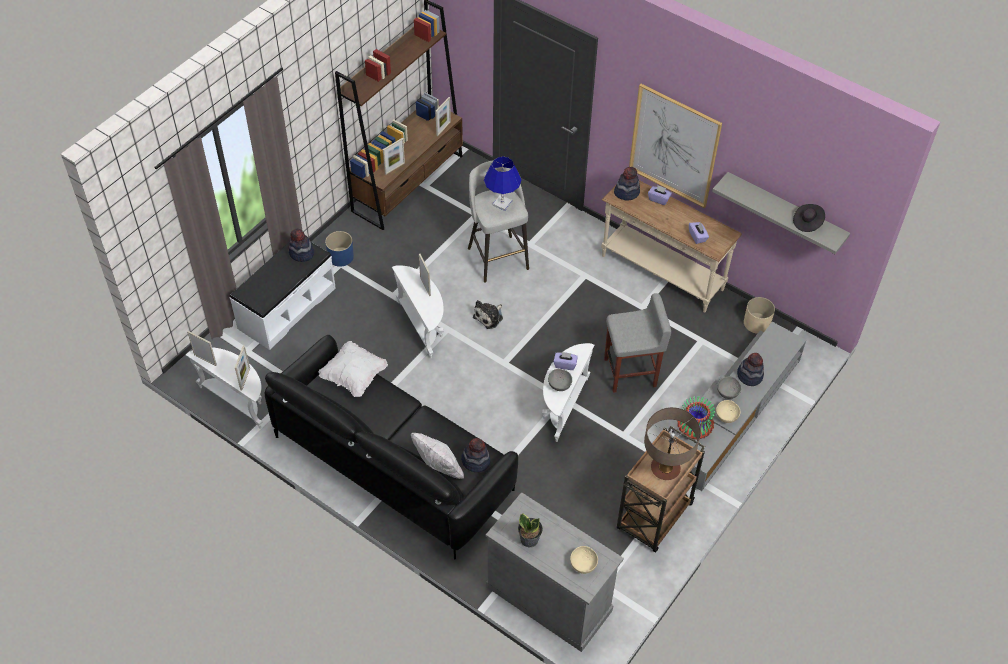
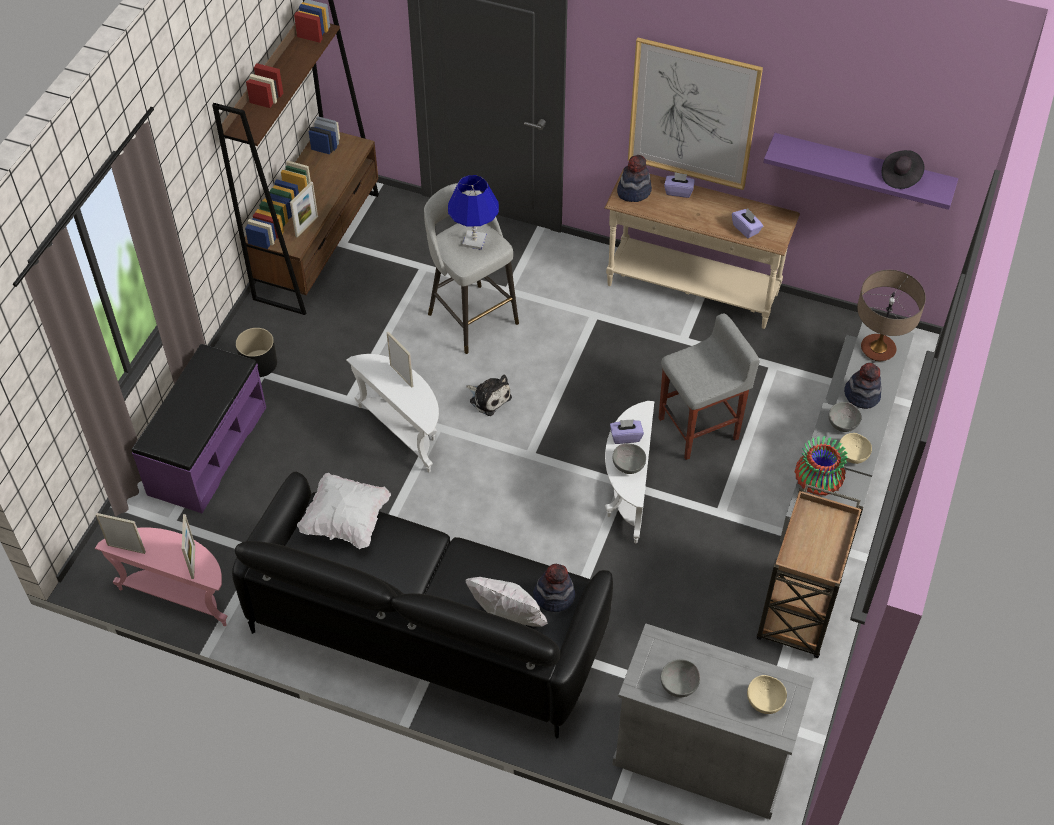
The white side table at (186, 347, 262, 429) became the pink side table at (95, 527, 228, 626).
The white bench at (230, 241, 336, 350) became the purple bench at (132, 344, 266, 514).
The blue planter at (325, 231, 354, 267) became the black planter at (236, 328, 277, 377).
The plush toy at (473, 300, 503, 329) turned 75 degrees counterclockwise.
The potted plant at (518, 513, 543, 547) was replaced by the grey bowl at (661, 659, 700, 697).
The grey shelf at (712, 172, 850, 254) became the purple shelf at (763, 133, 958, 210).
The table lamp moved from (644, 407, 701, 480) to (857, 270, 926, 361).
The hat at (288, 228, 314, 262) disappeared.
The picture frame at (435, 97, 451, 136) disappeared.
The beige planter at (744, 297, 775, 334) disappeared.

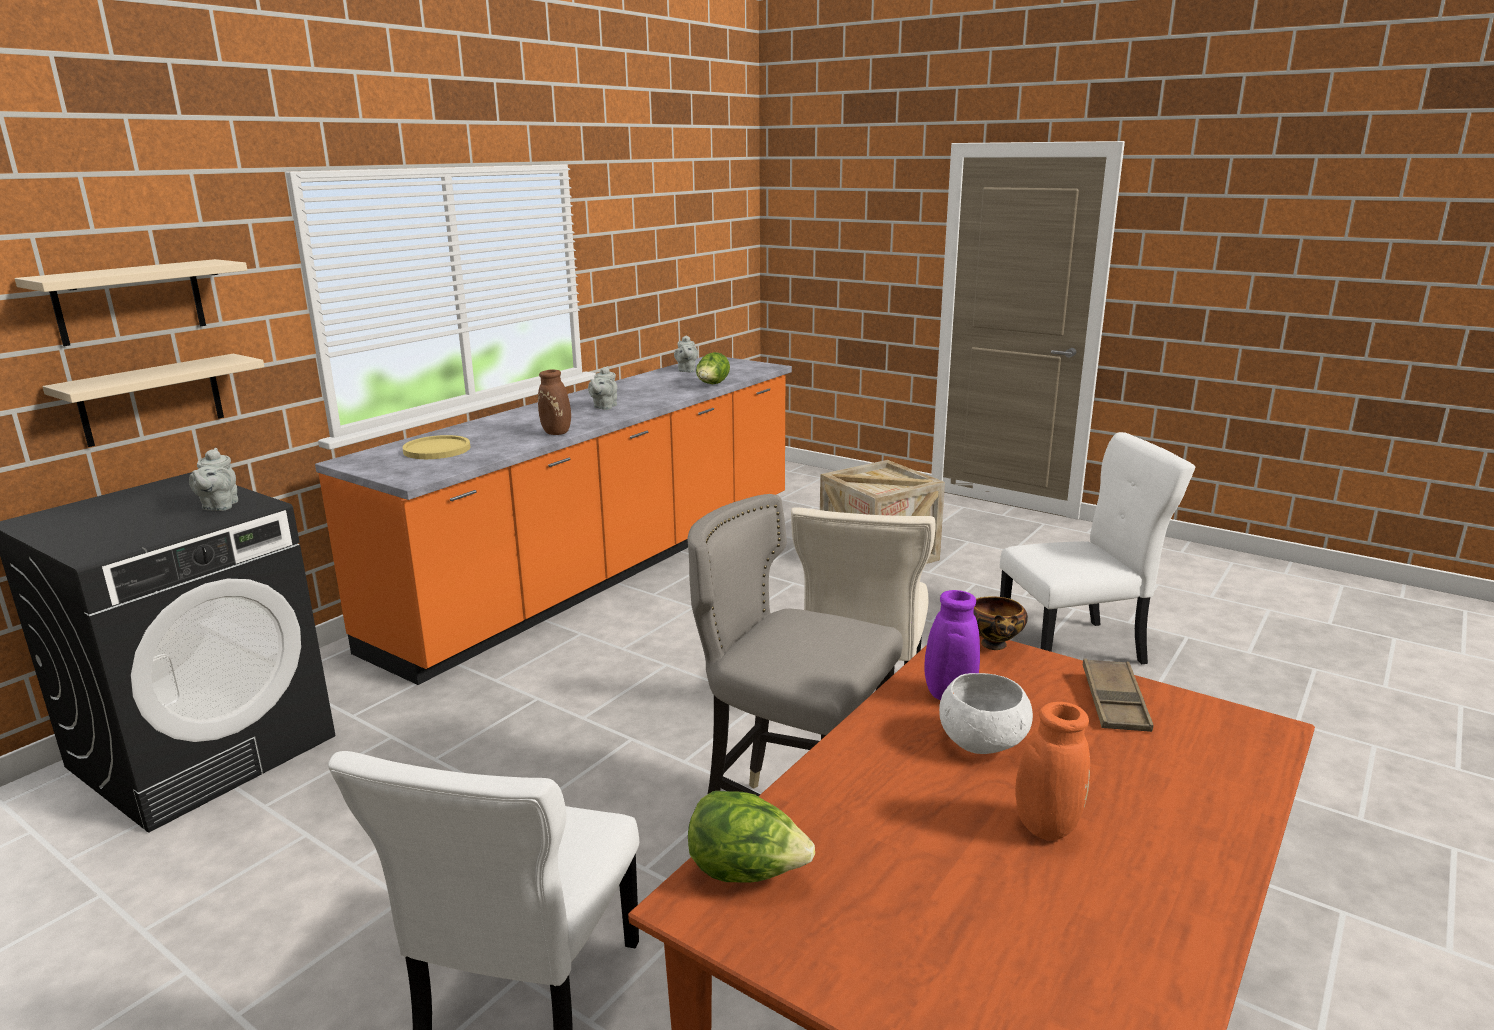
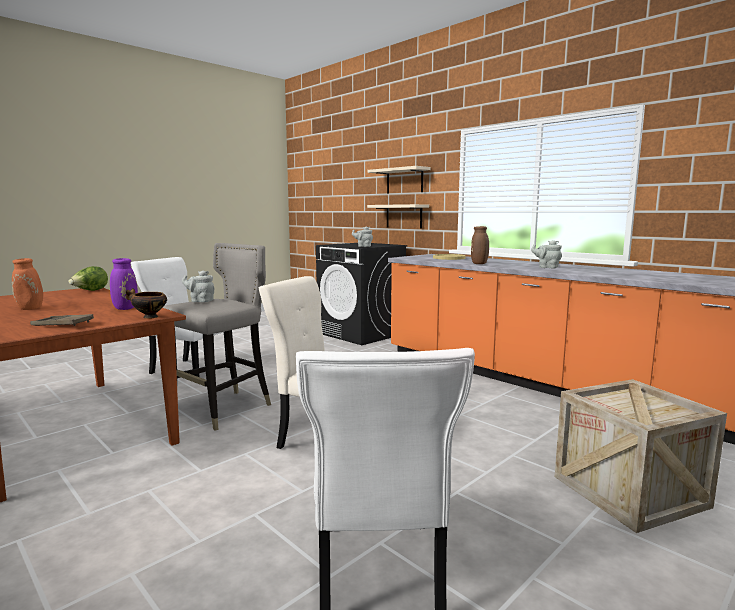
The grey teapot moved from (674, 335, 698, 372) to (182, 270, 214, 303).
The lettuce at (696, 352, 730, 384) disappeared.
The white bowl at (939, 673, 1033, 754) disappeared.

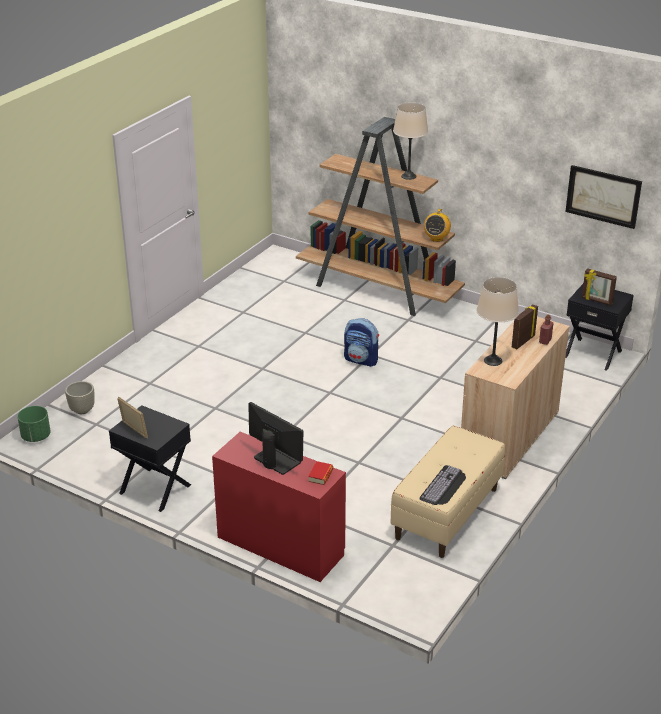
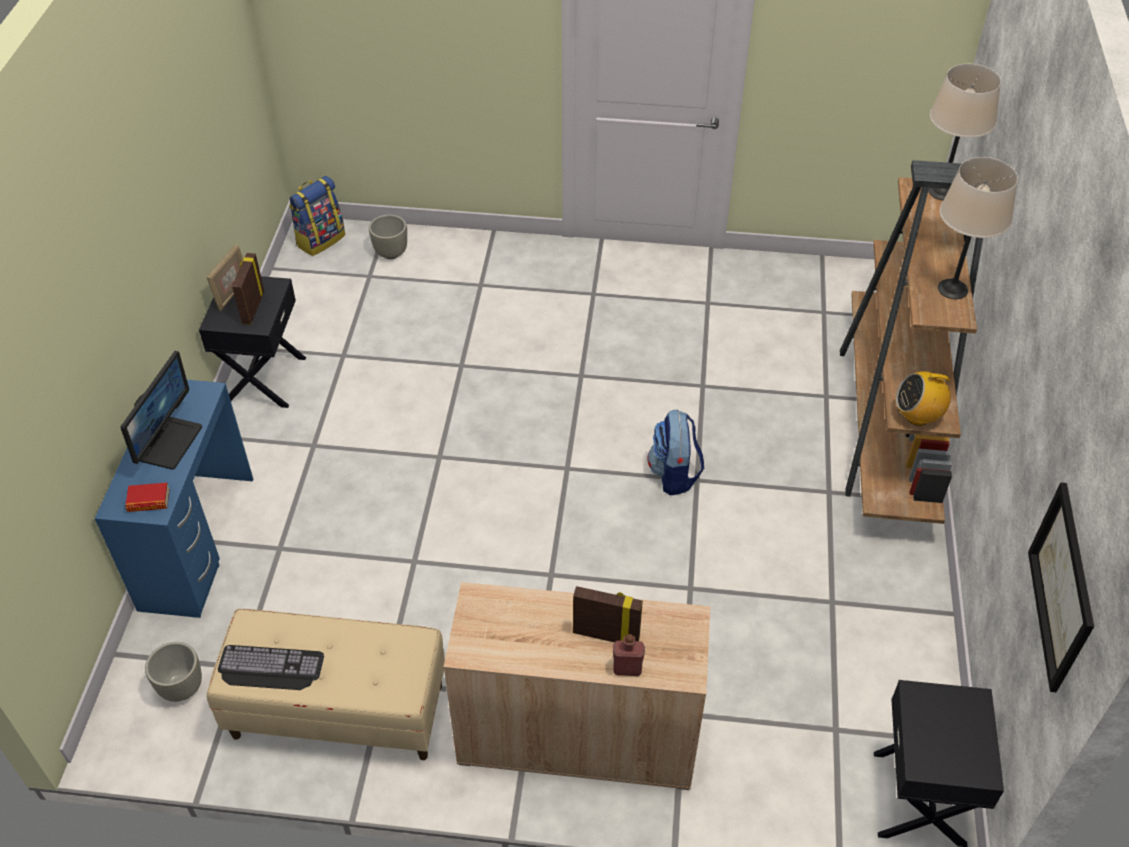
The red desk at (212, 432, 346, 582) became the blue desk at (95, 380, 254, 618).
The grey planter at (145, 642, 202, 702) appeared.
The picture frame moved from (582, 268, 617, 306) to (232, 253, 264, 325).
The green planter at (17, 406, 51, 442) was replaced by the backpack at (289, 176, 345, 256).
The beige table lamp moved from (476, 277, 519, 366) to (928, 64, 1001, 200).

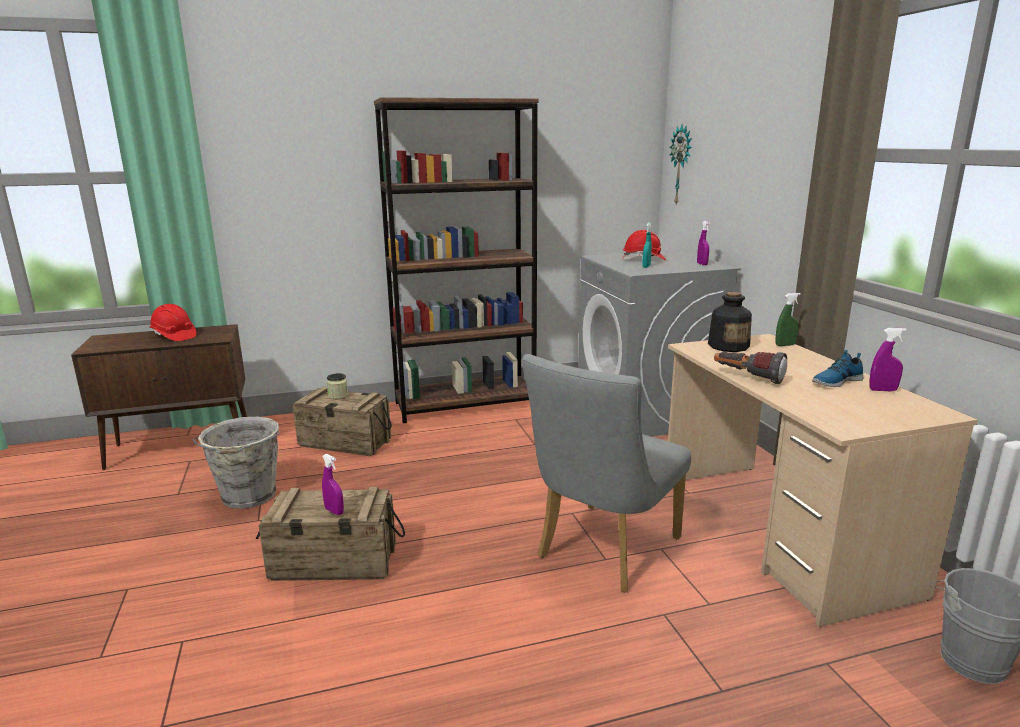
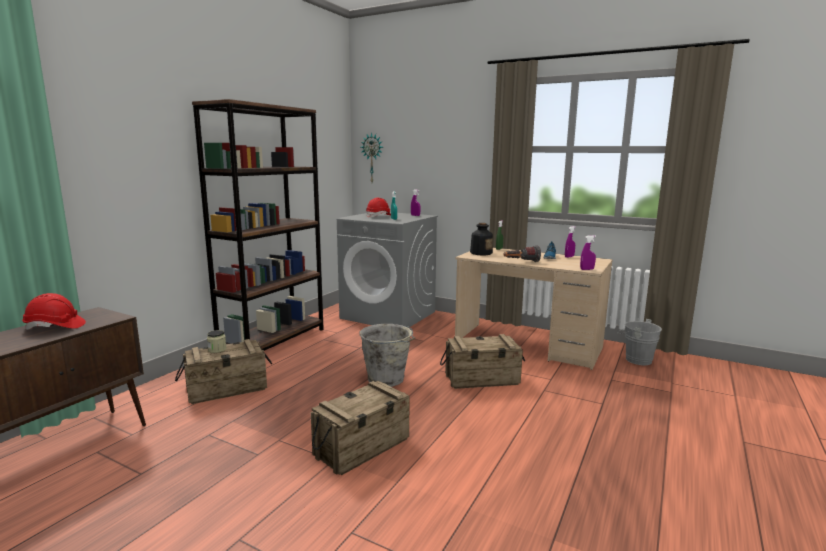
The grey bucket moved from (193, 417, 280, 509) to (360, 324, 415, 387).
The grey chair at (522, 354, 692, 592) was replaced by the crate at (440, 334, 525, 389).
The purple spray bottle moved from (322, 454, 344, 515) to (580, 235, 596, 270).

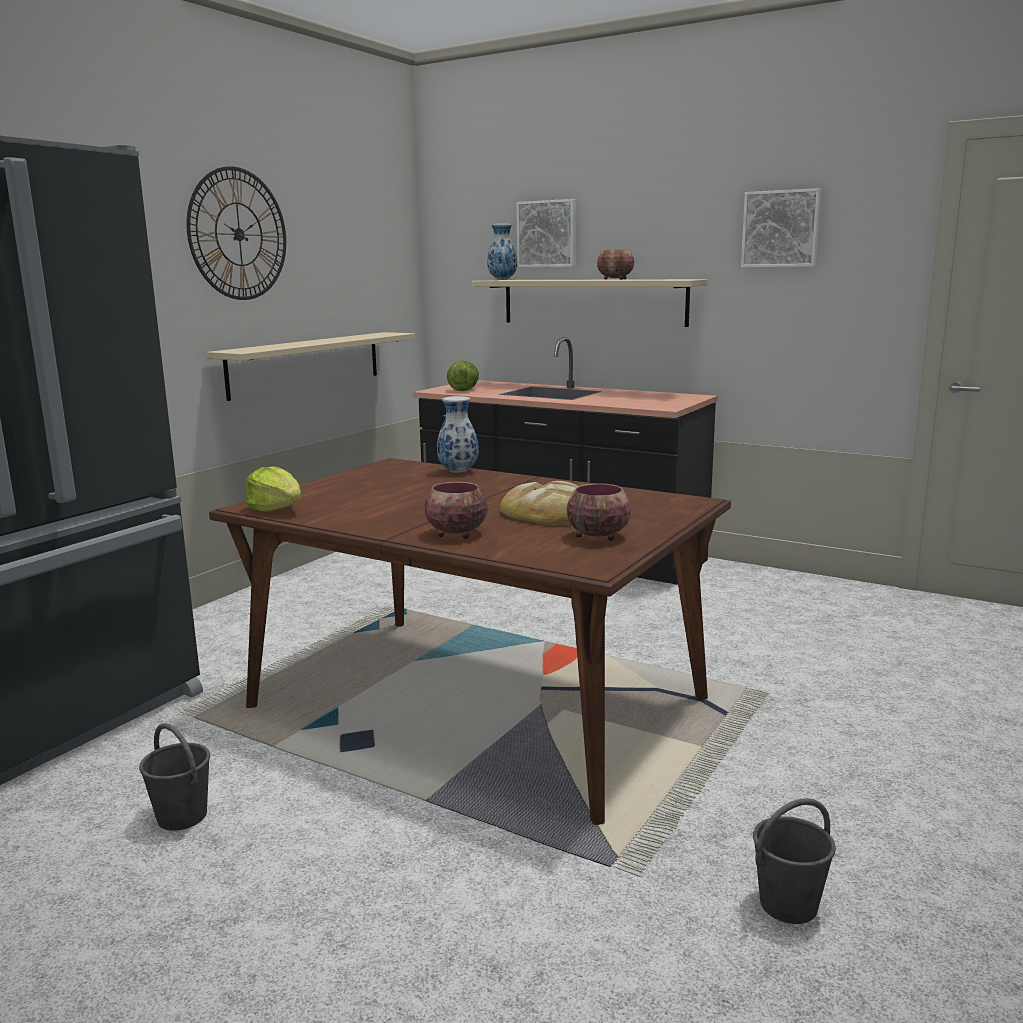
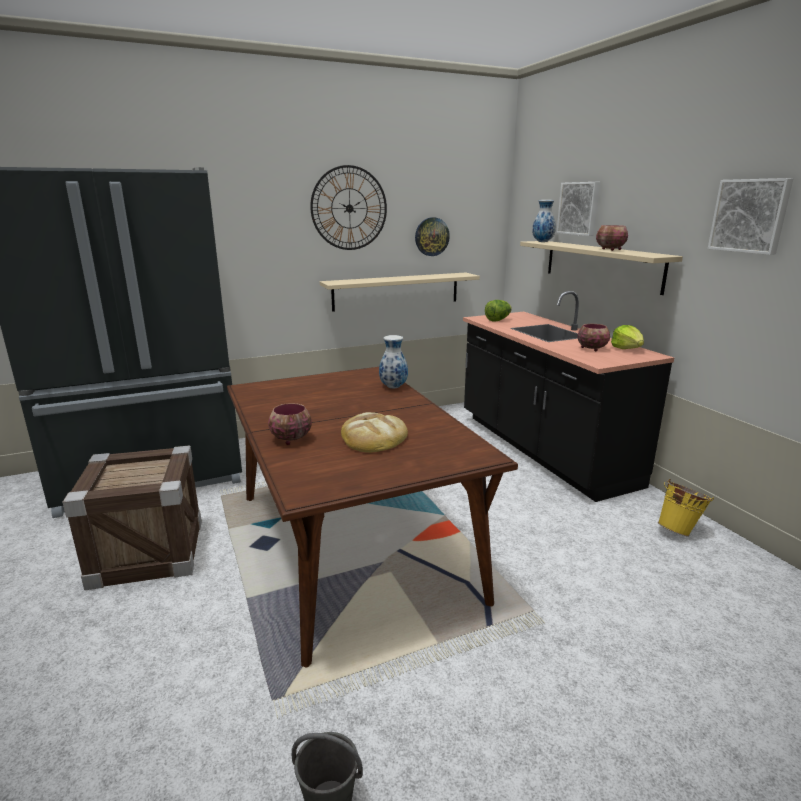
The grey bucket at (139, 723, 210, 831) was replaced by the crate at (62, 445, 202, 590).
The wall clock at (415, 217, 450, 256) appeared.
The bowl moved from (567, 483, 631, 541) to (578, 324, 610, 351).
The lettuce moved from (245, 466, 301, 512) to (611, 325, 644, 349).
The yellow bucket at (658, 479, 714, 537) appeared.

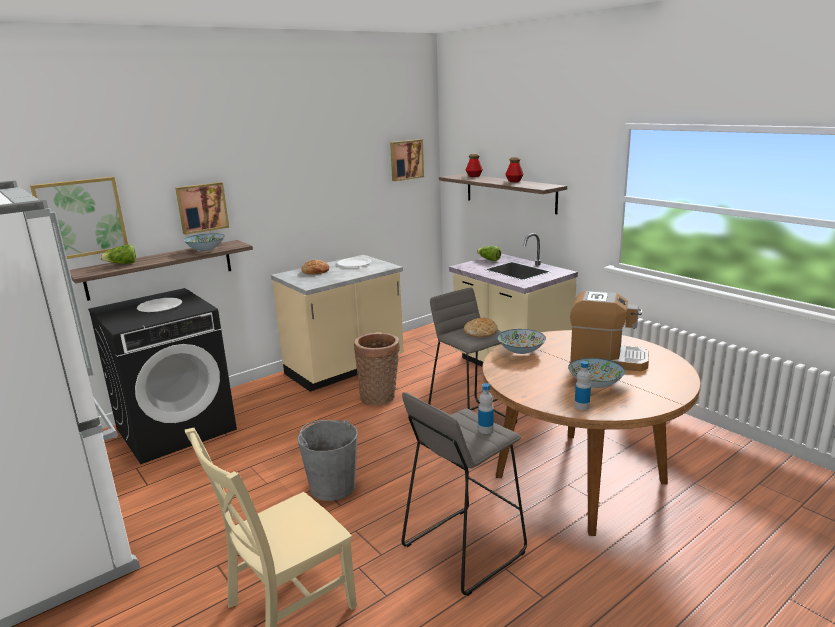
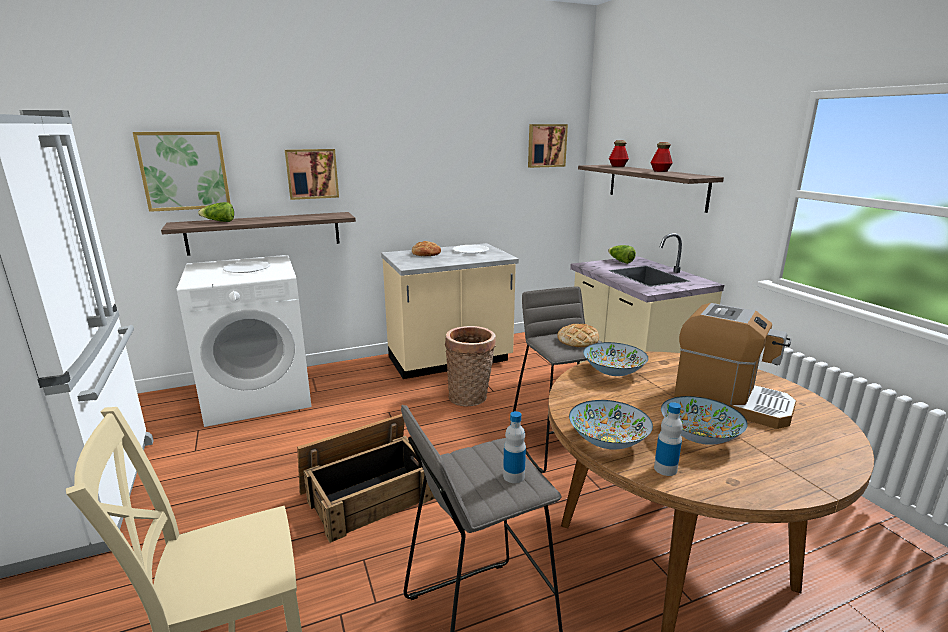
The black washing machine at (88, 288, 237, 464) became the white washing machine at (177, 255, 312, 427).
The grey bucket at (297, 420, 358, 501) was replaced by the crate at (297, 414, 435, 543).
The bowl moved from (183, 233, 225, 251) to (569, 400, 653, 450).

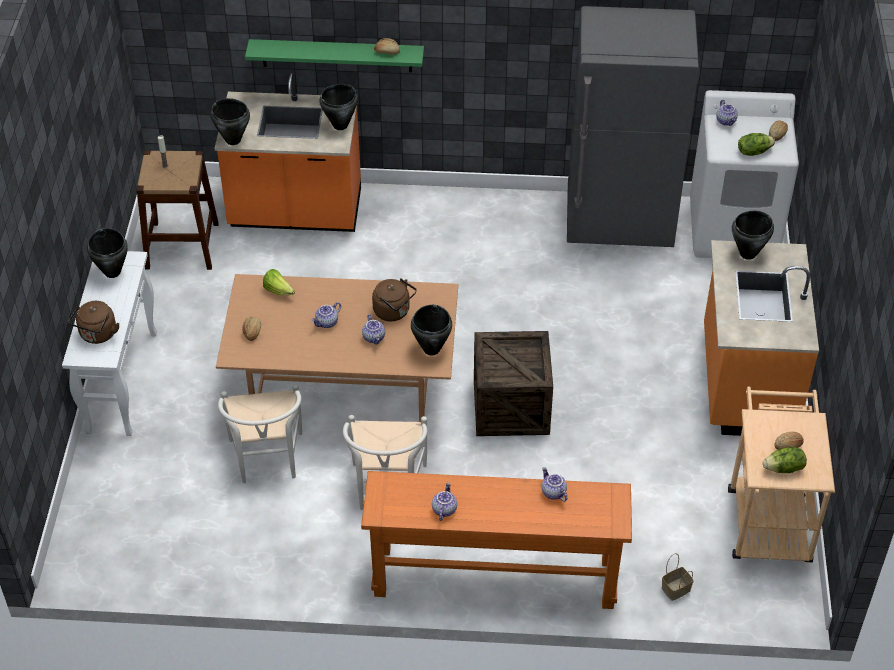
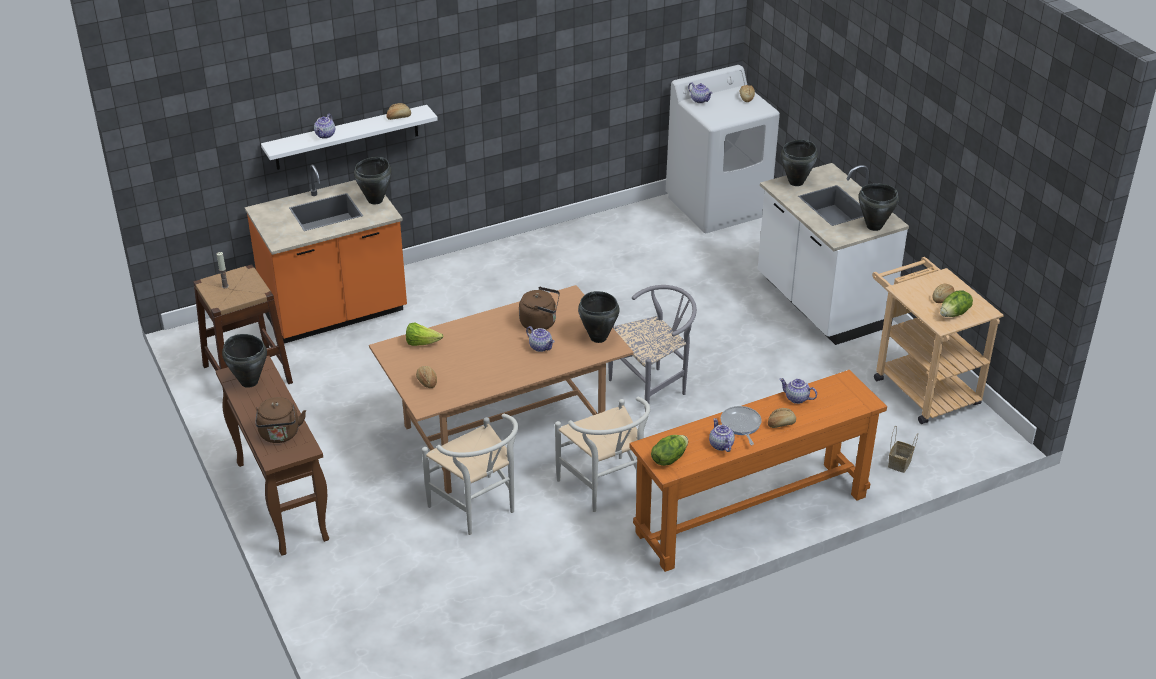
The white console table at (62, 251, 157, 436) became the brown console table at (216, 356, 329, 556).
The green shelf at (245, 39, 424, 72) became the white shelf at (261, 105, 438, 170).
The teapot moved from (311, 302, 341, 328) to (314, 114, 335, 139).
The crate at (474, 331, 553, 436) was replaced by the grey chair at (608, 285, 697, 410).
The lettuce moved from (738, 133, 775, 156) to (651, 435, 688, 466).
The frying pan at (721, 406, 762, 445) appeared.
The orange counter at (704, 240, 819, 436) became the white counter at (758, 163, 909, 345).
The bread at (768, 408, 796, 428) appeared.
The black cooking pot moved from (210, 98, 250, 145) to (858, 183, 899, 231).
The grey fridge at (567, 6, 699, 247) disappeared.

